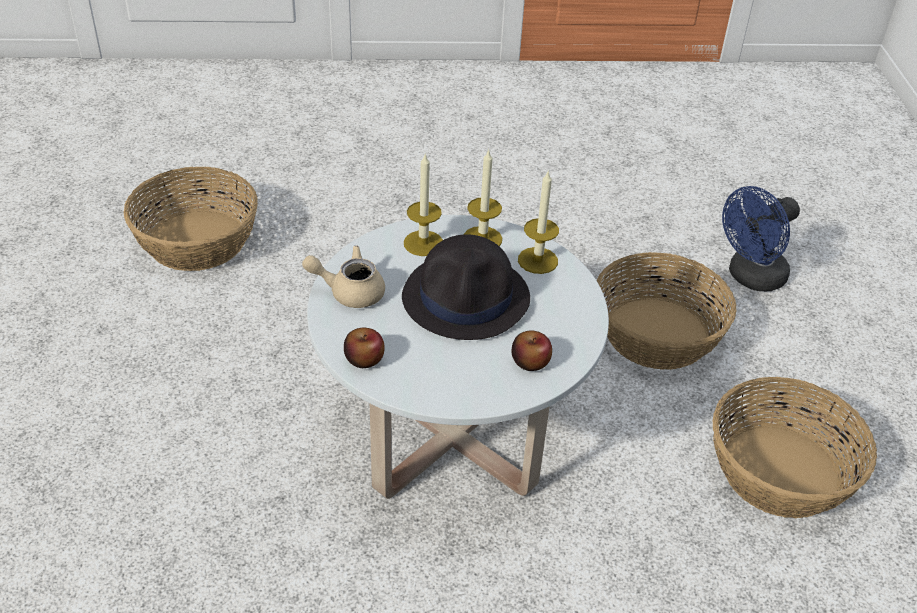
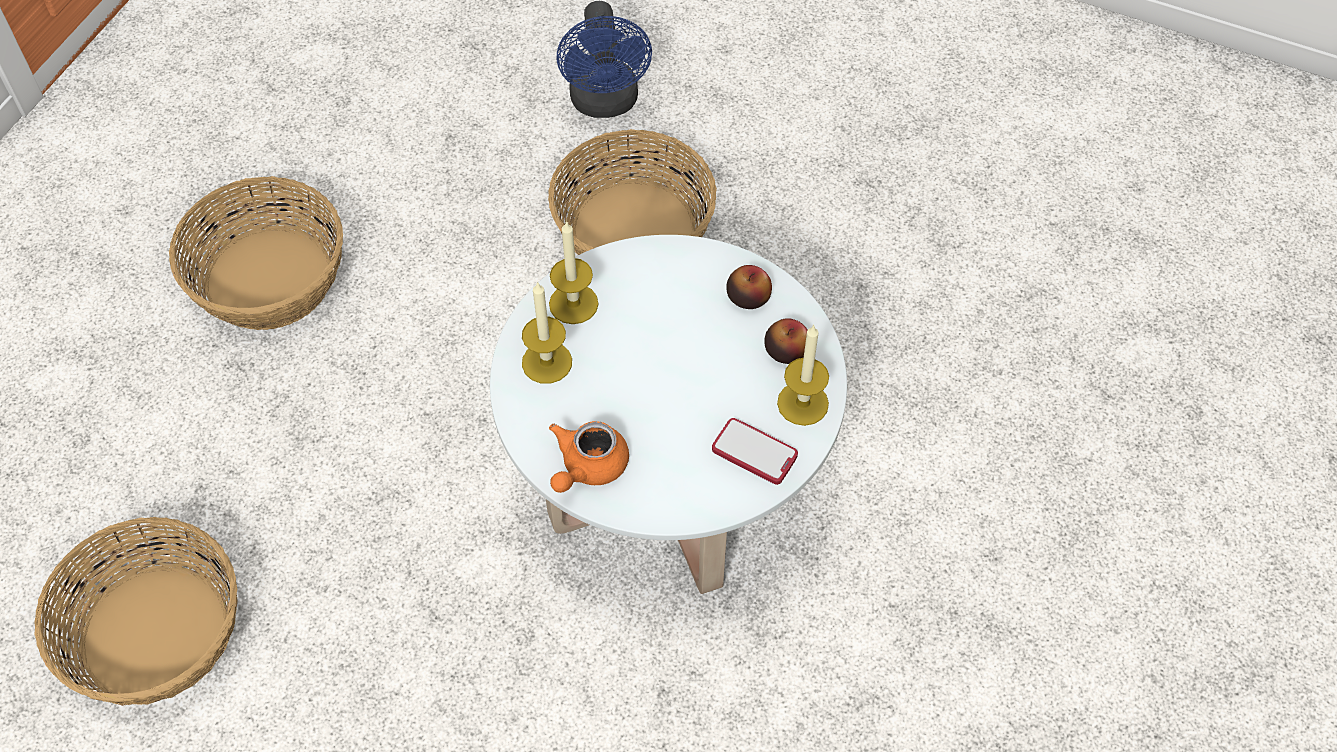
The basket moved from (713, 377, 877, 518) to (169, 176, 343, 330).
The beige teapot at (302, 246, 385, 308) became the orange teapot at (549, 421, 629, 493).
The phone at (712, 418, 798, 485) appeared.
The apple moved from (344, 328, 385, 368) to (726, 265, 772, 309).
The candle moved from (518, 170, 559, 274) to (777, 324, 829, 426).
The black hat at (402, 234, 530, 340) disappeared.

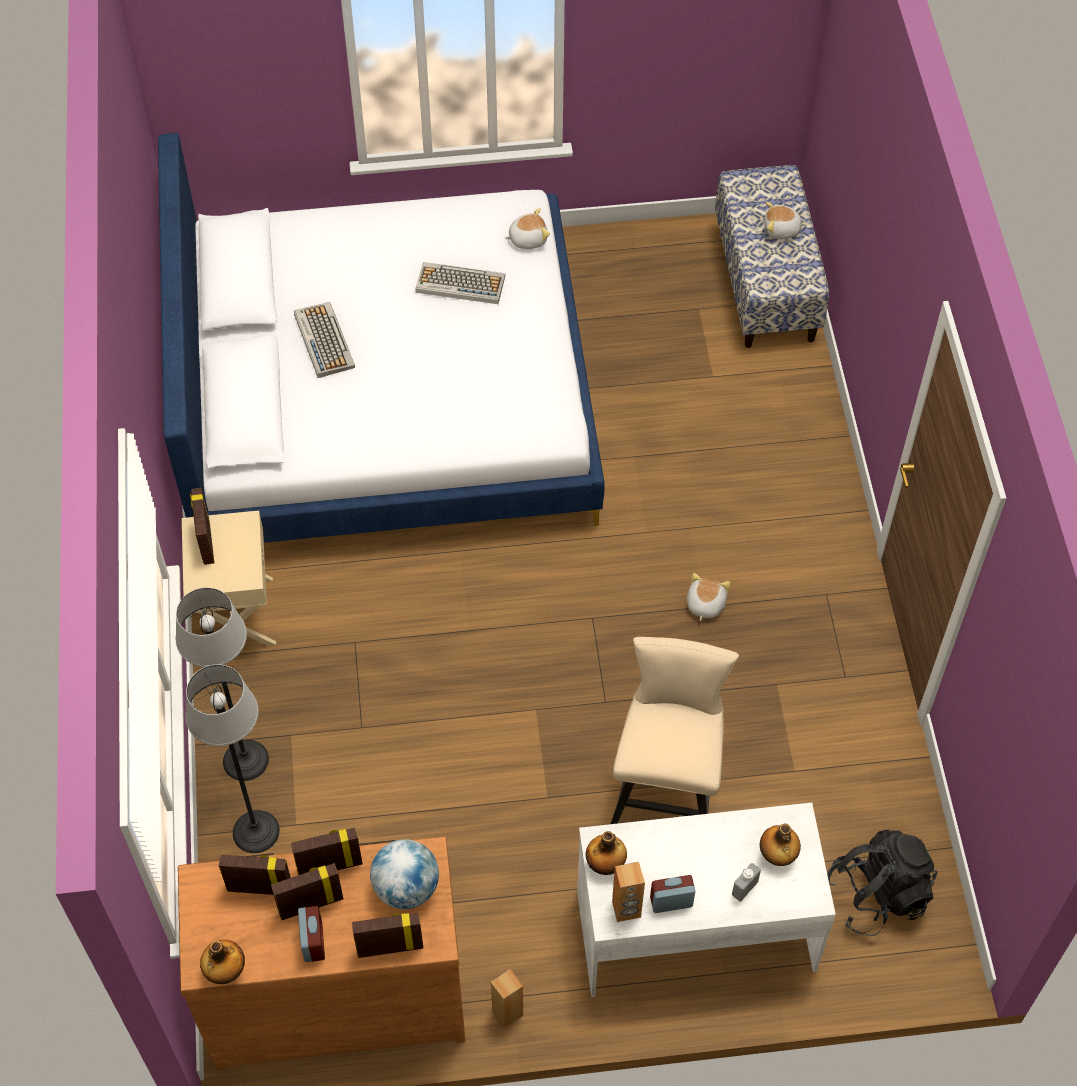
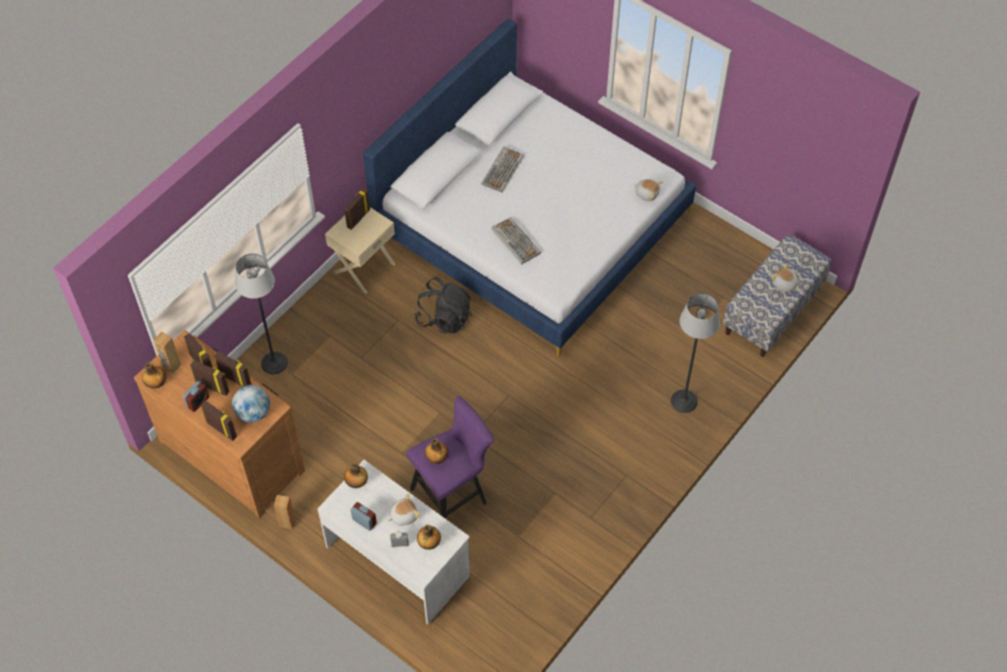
The brown speaker moved from (612, 862, 645, 922) to (153, 331, 181, 373).
The plush toy moved from (687, 573, 730, 621) to (388, 493, 420, 526).
The beige stool at (610, 637, 739, 824) became the purple stool at (406, 396, 494, 519).
The black backpack moved from (827, 830, 938, 936) to (414, 277, 472, 334).
The bottle at (425, 438, 448, 464) appeared.
The keyboard moved from (416, 262, 505, 304) to (491, 217, 541, 265).
The floor lamp moved from (176, 587, 269, 781) to (671, 293, 720, 413).

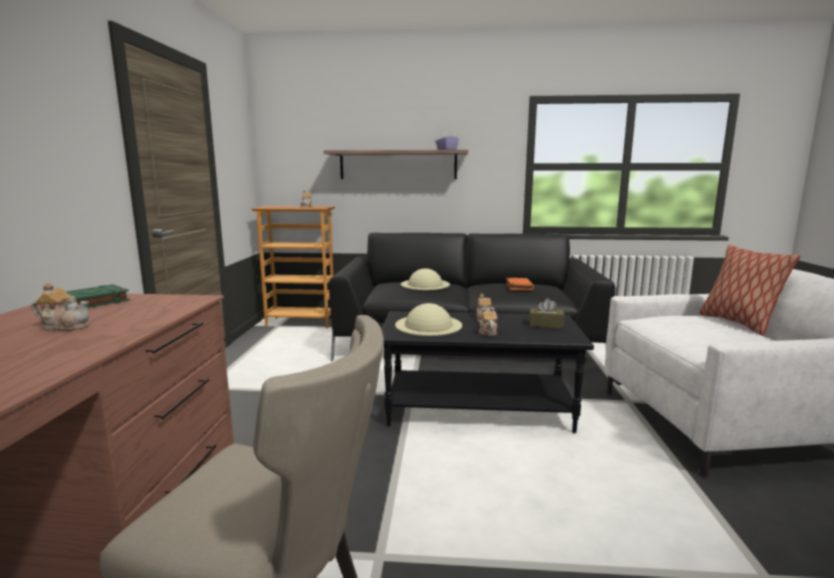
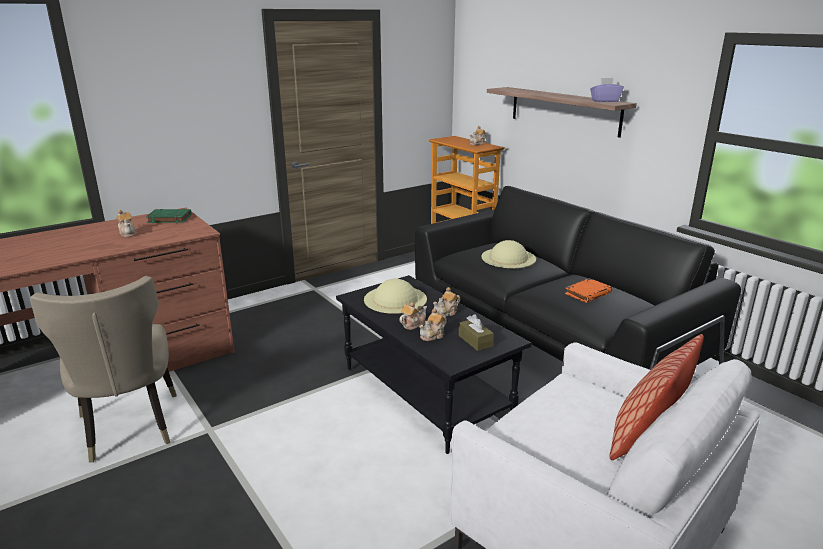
The teapot at (419, 308, 447, 341) appeared.

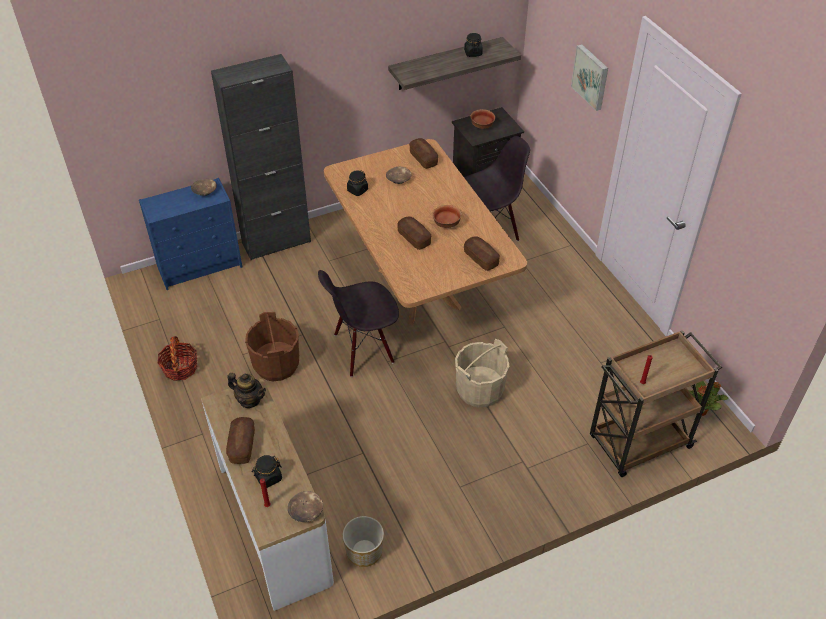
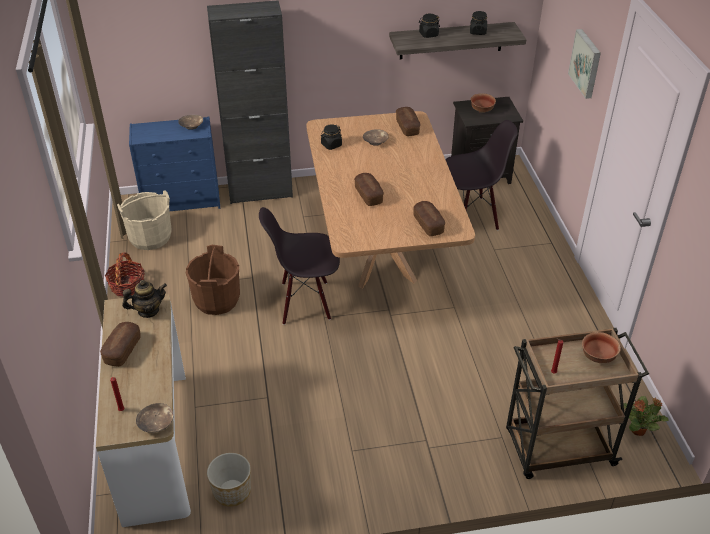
The beige bucket moved from (455, 339, 509, 408) to (117, 190, 172, 250).
The teapot at (228, 373, 266, 408) turned 60 degrees counterclockwise.
The black jar moved from (252, 455, 282, 488) to (419, 14, 440, 38).
The bowl moved from (432, 205, 462, 228) to (582, 332, 621, 363).

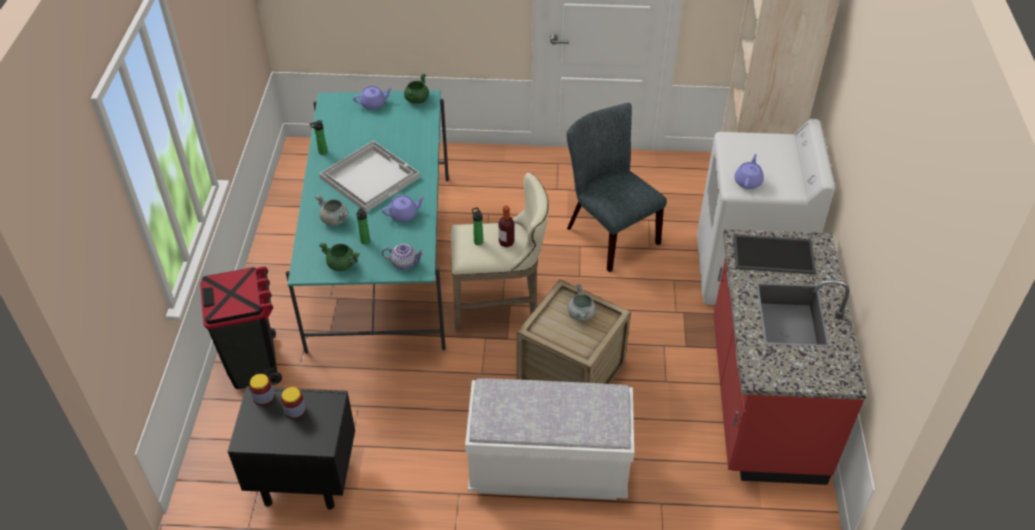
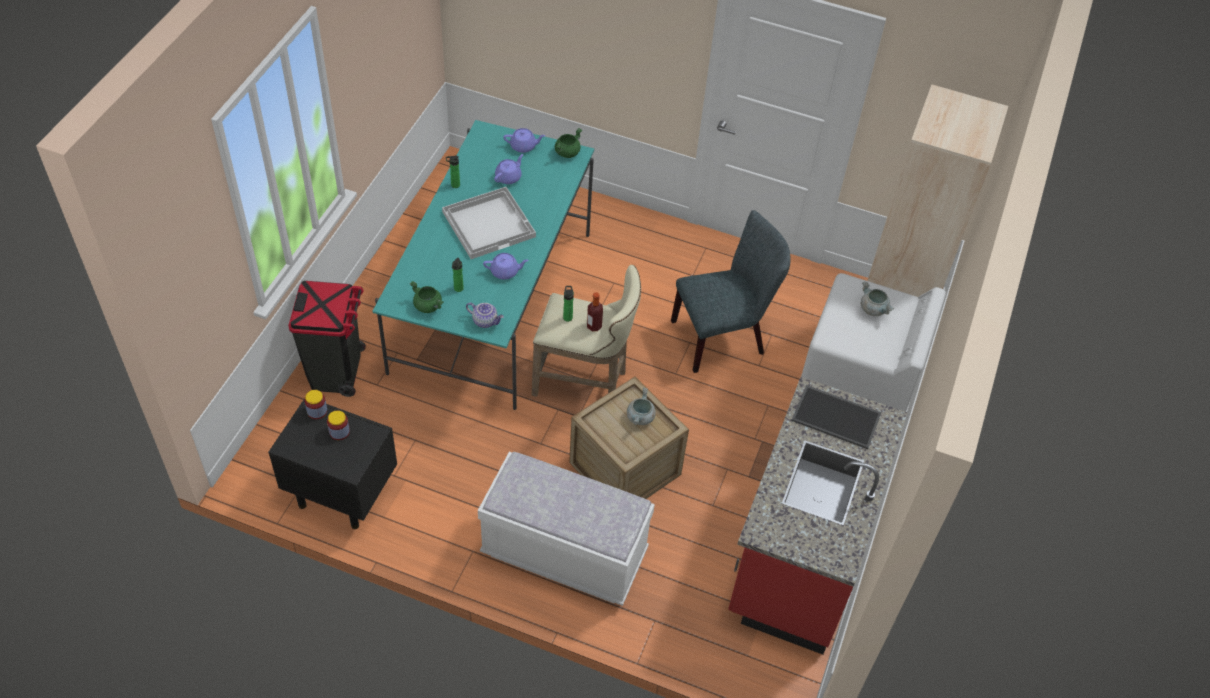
The purple teapot moved from (734, 154, 764, 189) to (494, 154, 523, 184).
The grey chair at (567, 103, 667, 272) turned 90 degrees clockwise.
The grey cooking pot moved from (315, 195, 349, 226) to (861, 281, 894, 316).

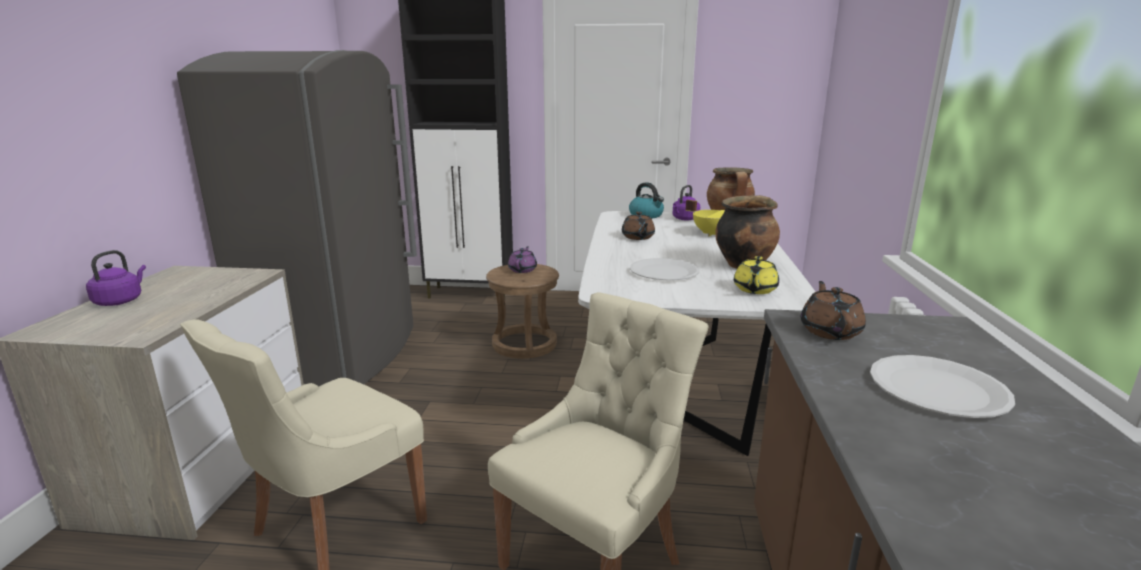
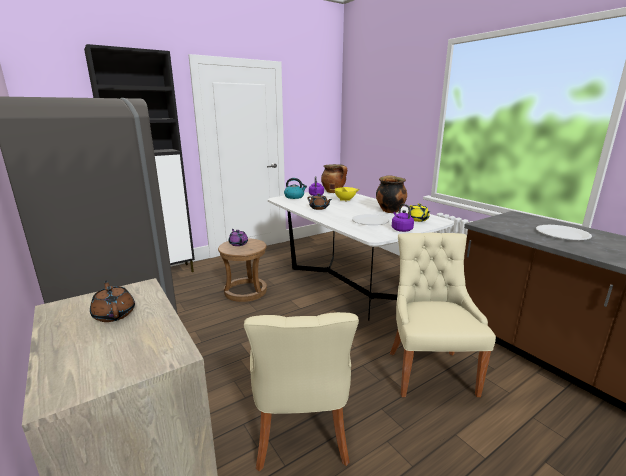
The brown teapot moved from (801, 281, 866, 340) to (90, 281, 135, 322).
The purple kettle moved from (86, 250, 146, 306) to (392, 204, 414, 232).

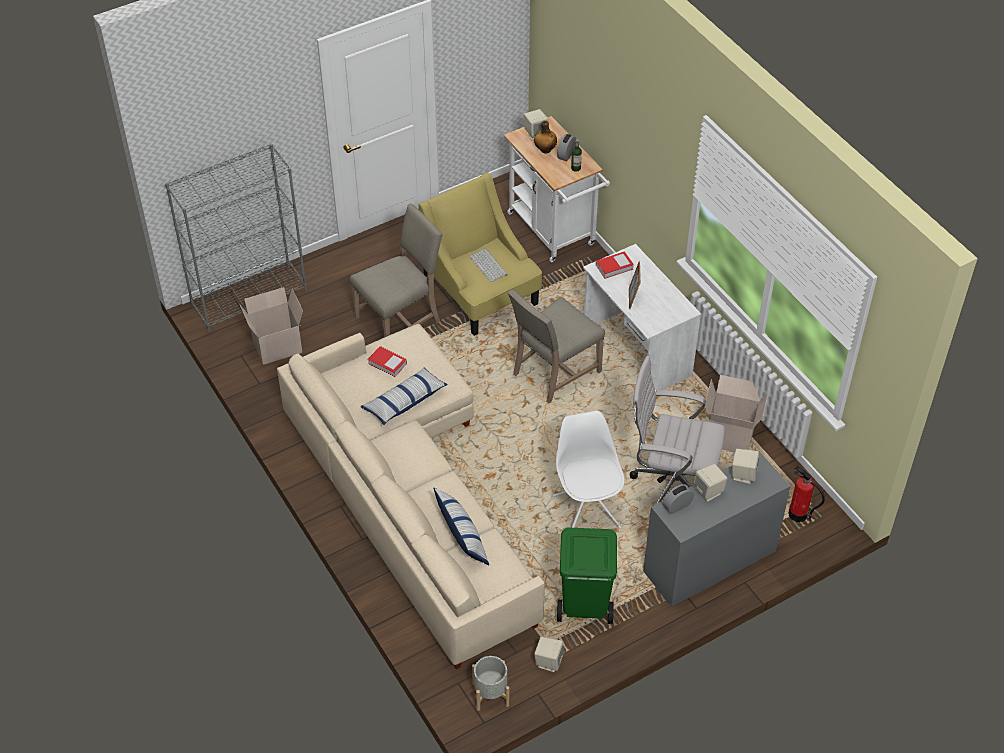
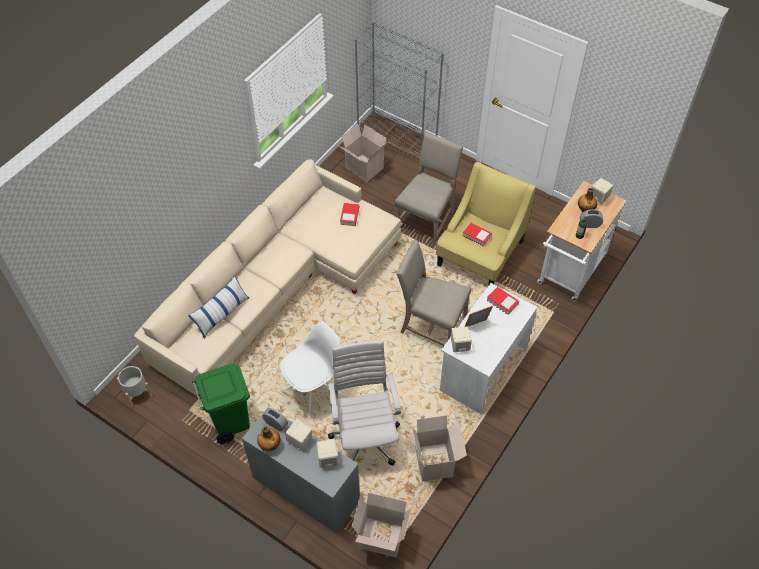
The bottle at (257, 426, 280, 451) appeared.
The fire extinguisher at (788, 465, 825, 522) was replaced by the cardboard box at (352, 493, 411, 557).
The beige chair at (350, 204, 443, 337) turned 90 degrees counterclockwise.
The beige speaker moved from (534, 637, 564, 672) to (451, 327, 472, 352).
The keyboard at (470, 248, 508, 282) was replaced by the book at (463, 223, 492, 247).
The pillow at (360, 367, 448, 425) disappeared.

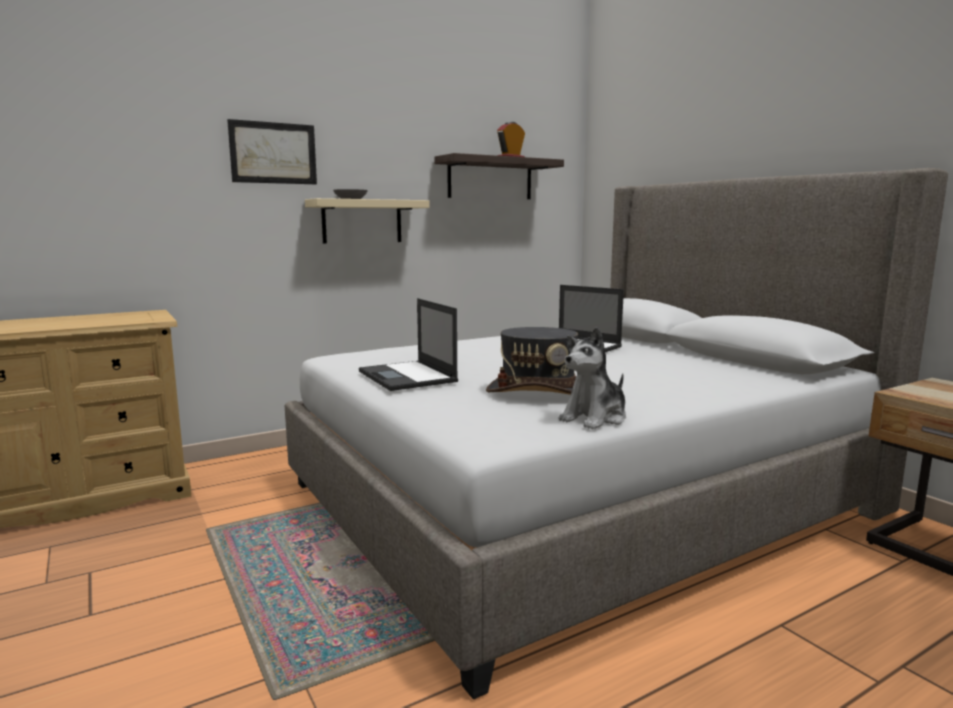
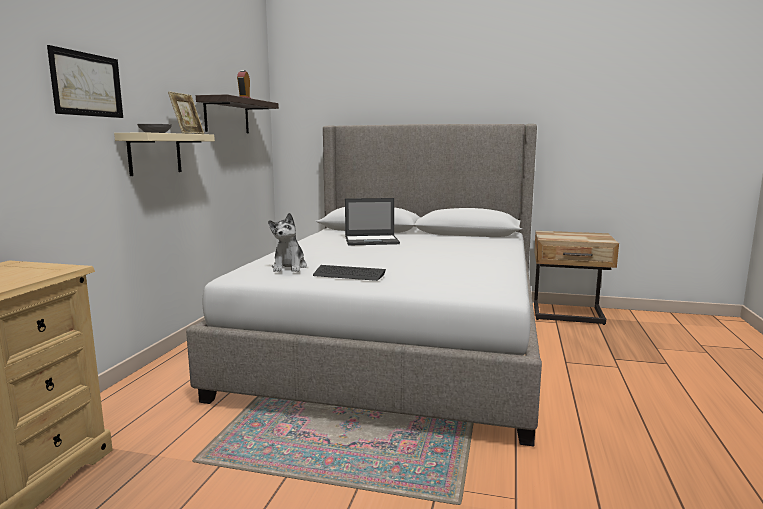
The picture frame at (168, 91, 204, 134) appeared.
The plush toy moved from (558, 327, 626, 430) to (268, 213, 307, 272).
The laptop at (359, 298, 458, 391) was replaced by the keyboard at (313, 265, 386, 281).
The grey hat at (486, 327, 578, 395) disappeared.

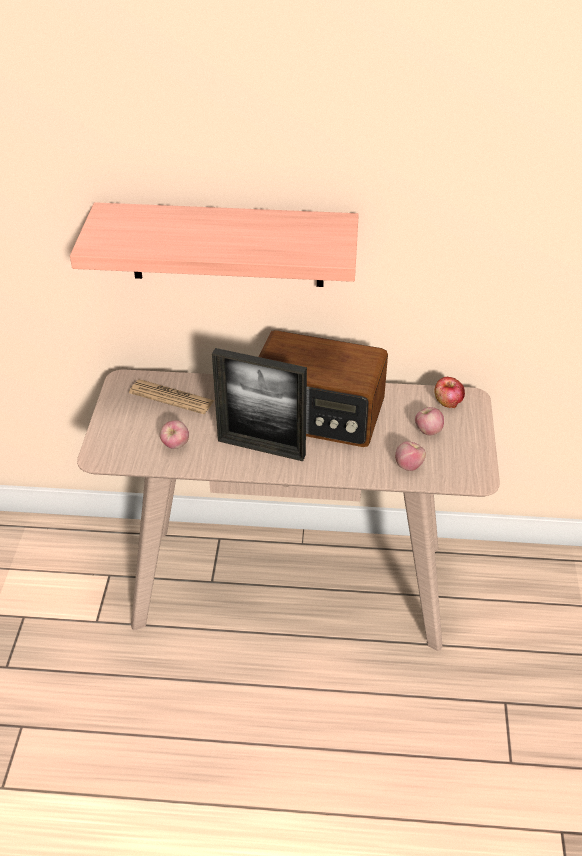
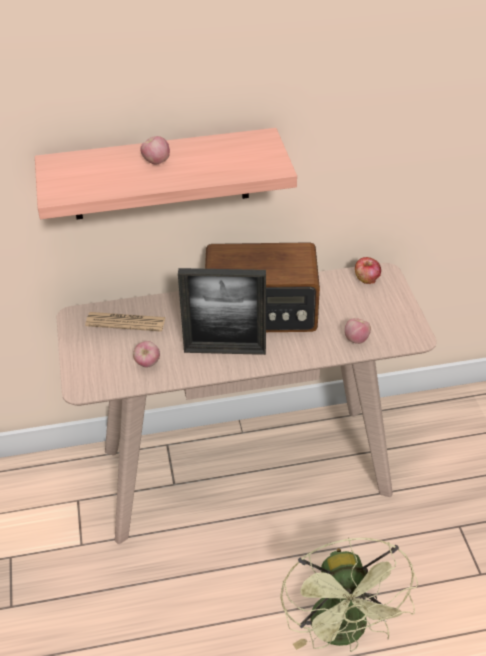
The apple moved from (415, 407, 444, 436) to (141, 136, 170, 165).
The green fan at (280, 538, 418, 652) appeared.

